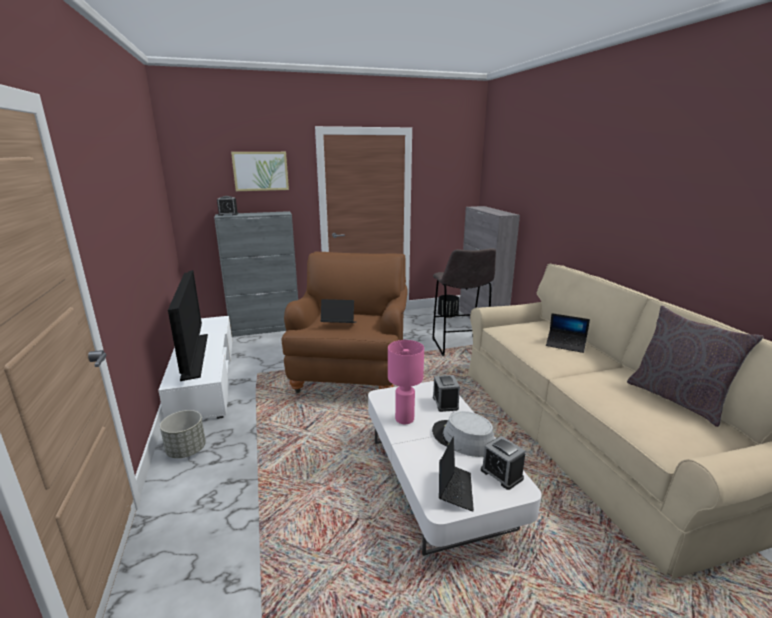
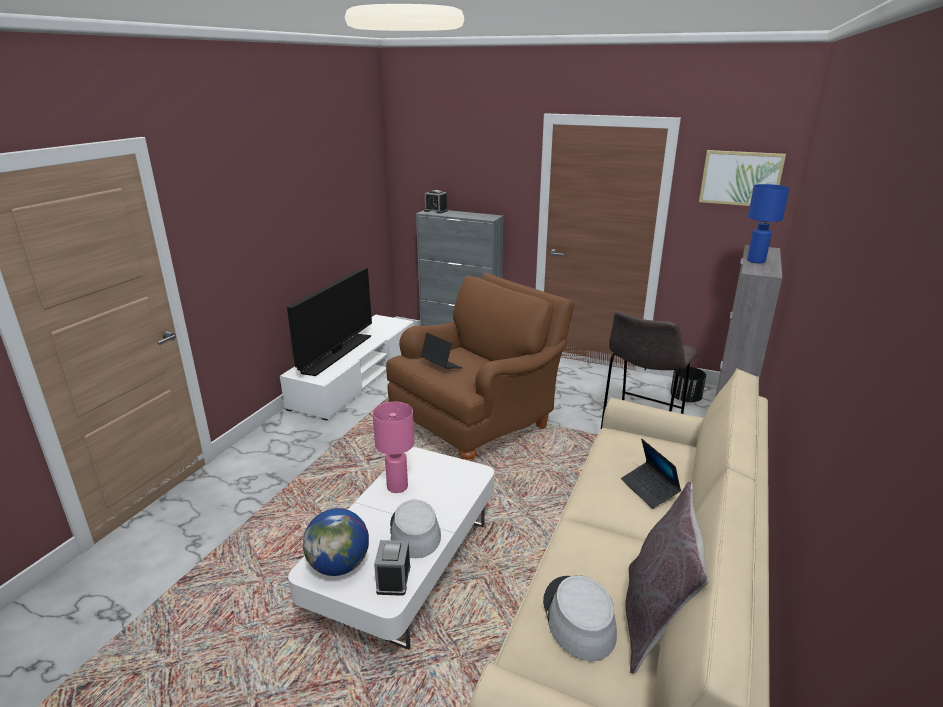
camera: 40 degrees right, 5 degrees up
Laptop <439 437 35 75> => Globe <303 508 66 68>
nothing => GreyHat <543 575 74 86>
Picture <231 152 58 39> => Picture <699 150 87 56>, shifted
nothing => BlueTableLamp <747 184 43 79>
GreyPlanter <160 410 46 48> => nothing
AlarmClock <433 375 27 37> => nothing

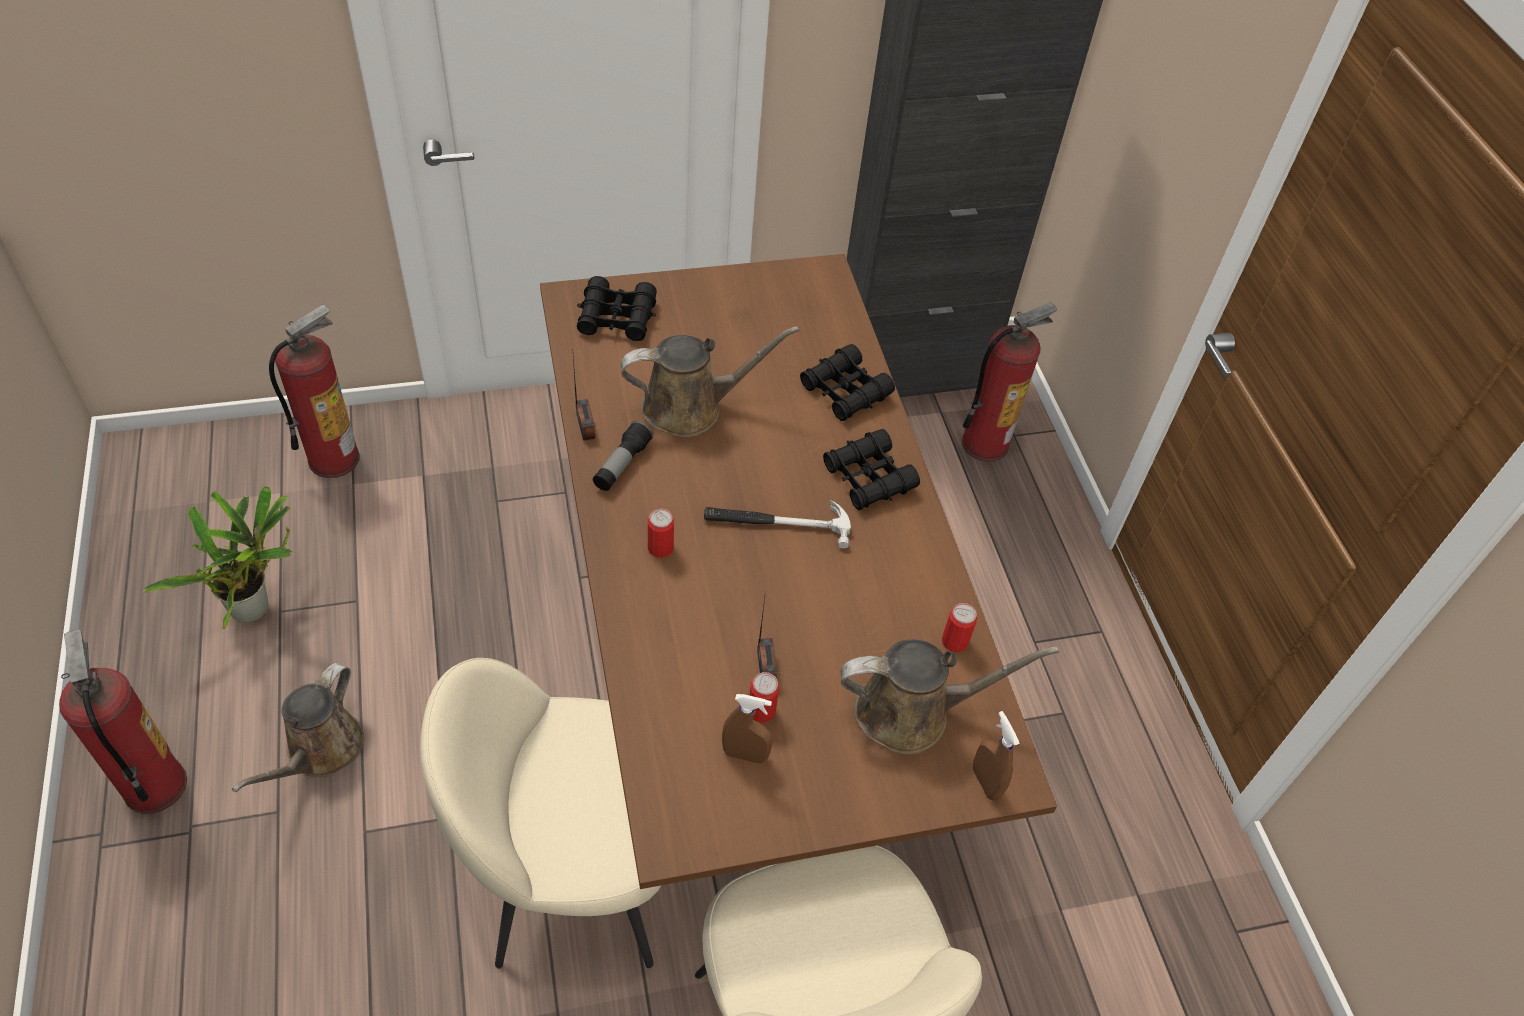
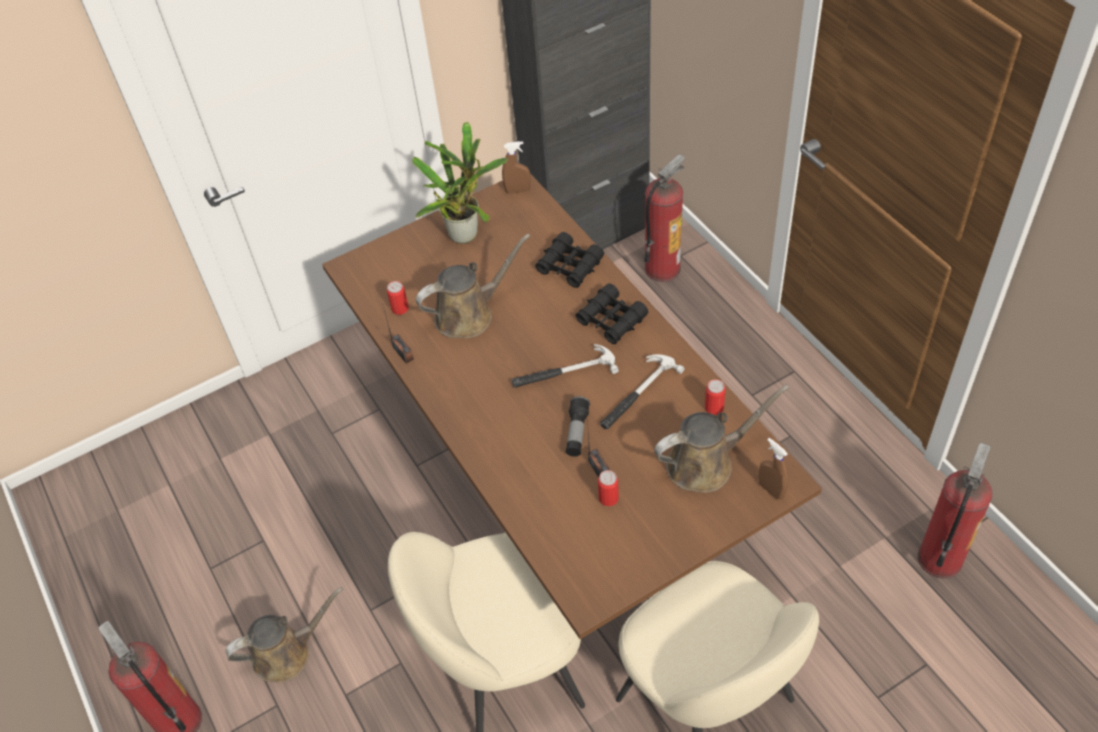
camera: 10 degrees left, 0 degrees up
BrownWateringCan <232 663 132 129> => BrownWateringCan <225 587 118 96>, 120 degrees counterclockwise
Can <648 509 26 49> => Can <387 281 22 34>, shifted
PottedPlant <143 486 149 143> => PottedPlant <412 122 96 122>, shifted
BrownSprayBottle <722 694 51 70> => BrownSprayBottle <502 141 29 53>, shifted
Flashlight <593 421 60 70> => Flashlight <566 396 24 61>, shifted
nothing => Hammer <600 354 85 75>
FireExtinguisher <269 305 91 173> => FireExtinguisher <918 443 75 136>, shifted
BlackBinoculars <577 276 80 65> => nothing

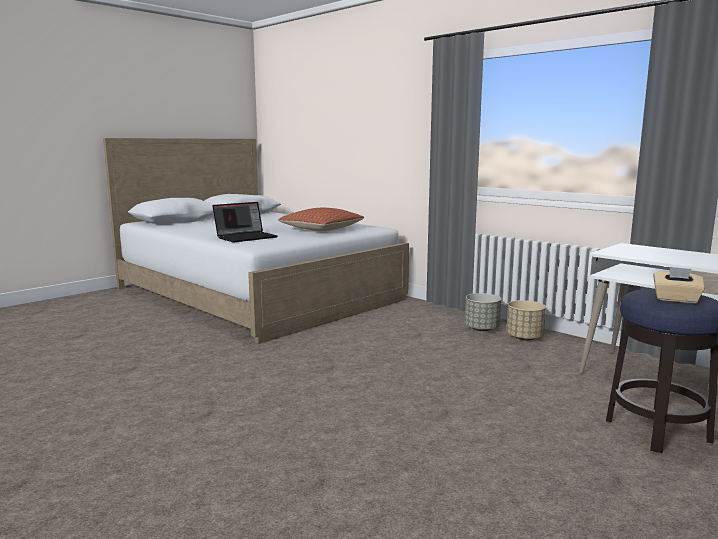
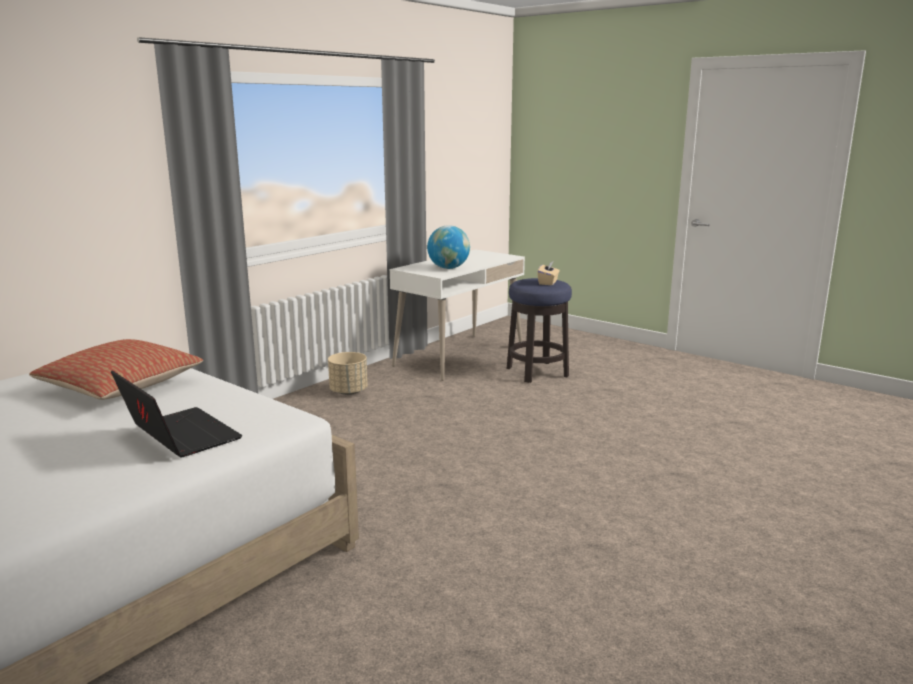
camera: 95 degrees left, 5 degrees up
nothing => Globe <427 225 43 44>
GreyPlanter <465 293 36 38> => nothing

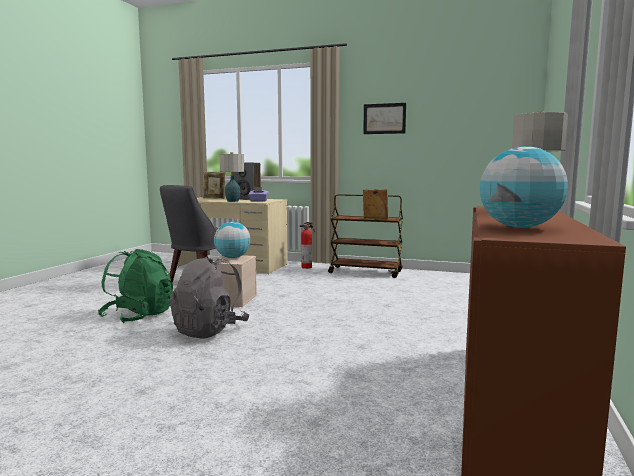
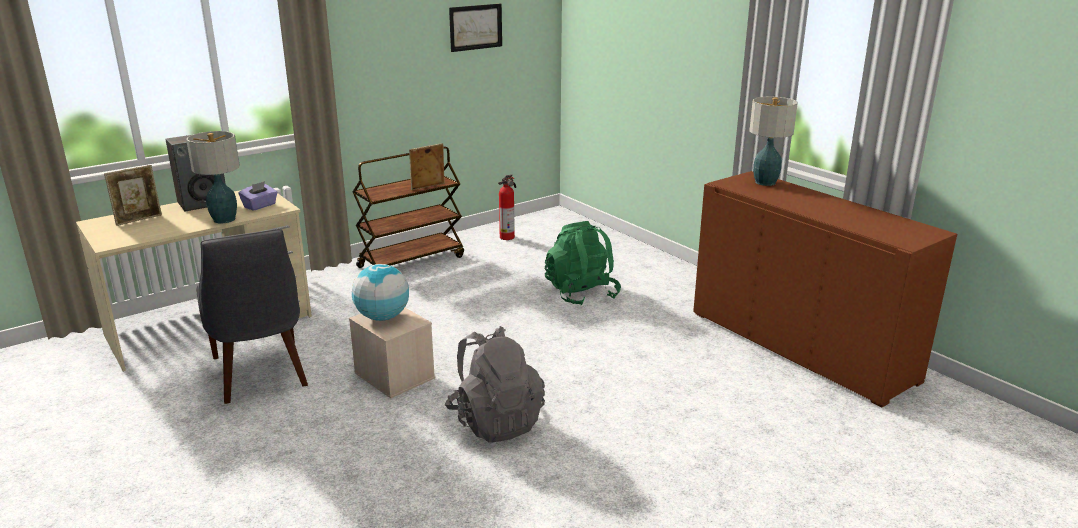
camera: 55 degrees left, 15 degrees up
Picture <363 103 43 31> => Picture <449 4 53 48>, shifted
FireExtinguisher <300 222 15 47> => FireExtinguisher <498 174 18 66>, shifted
GreenBackpack <98 249 75 74> => GreenBackpack <545 221 76 84>, shifted
Globe <480 146 88 82> => nothing

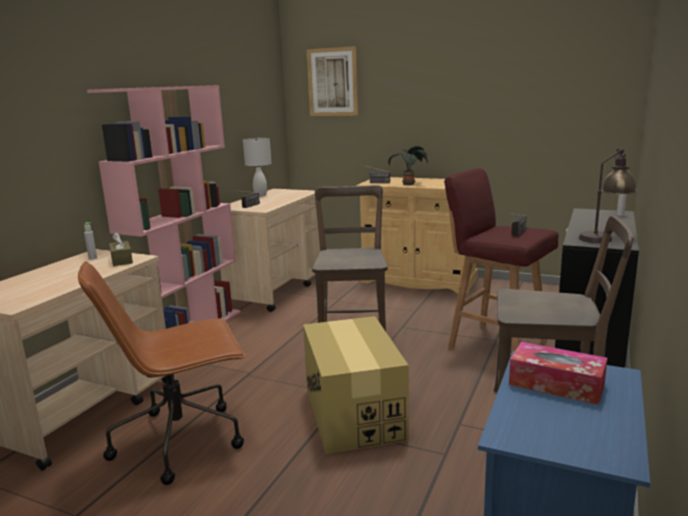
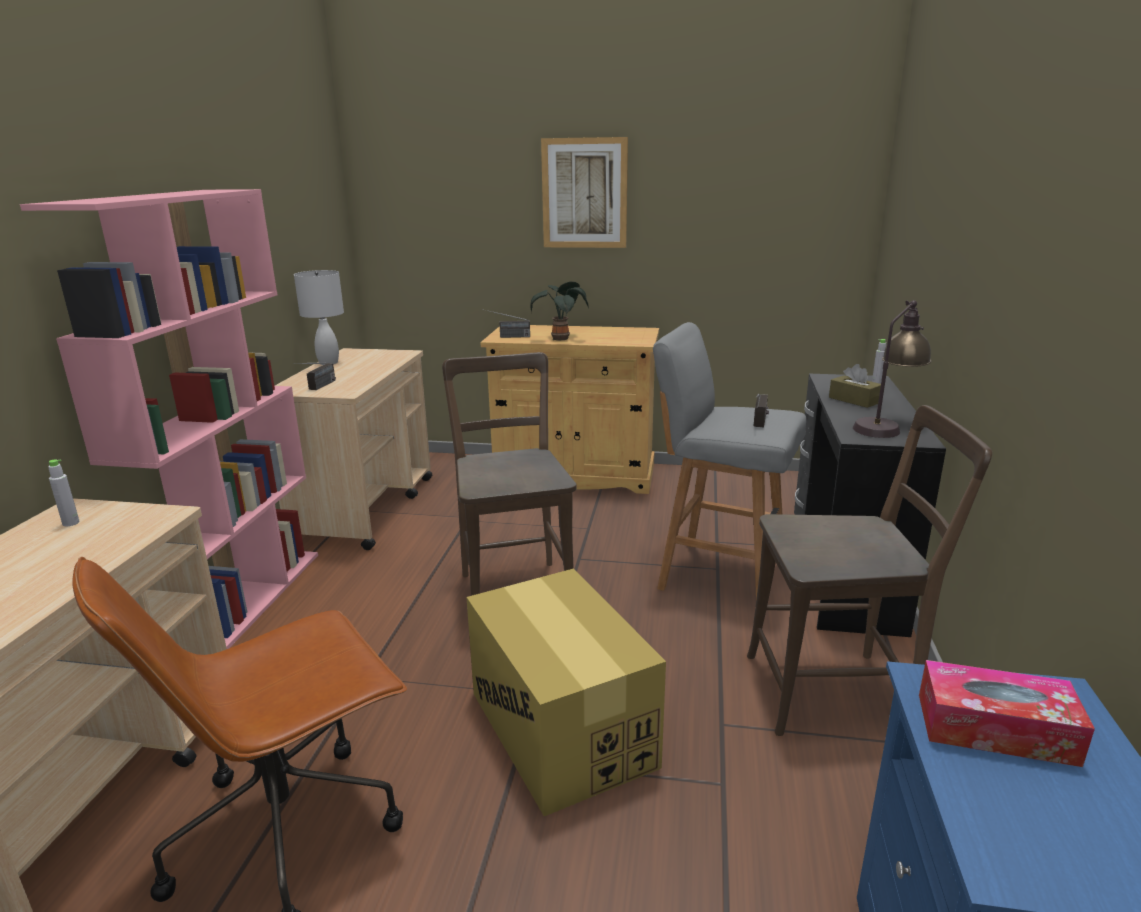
camera: 15 degrees left, 5 degrees up
Picture <307 46 51 70> => Picture <541 137 87 111>, shifted
RedStool <444 168 114 183> => GreyStool <653 322 153 276>
BrownTissueBox <109 232 24 34> => BrownTissueBox <829 364 52 44>, shifted

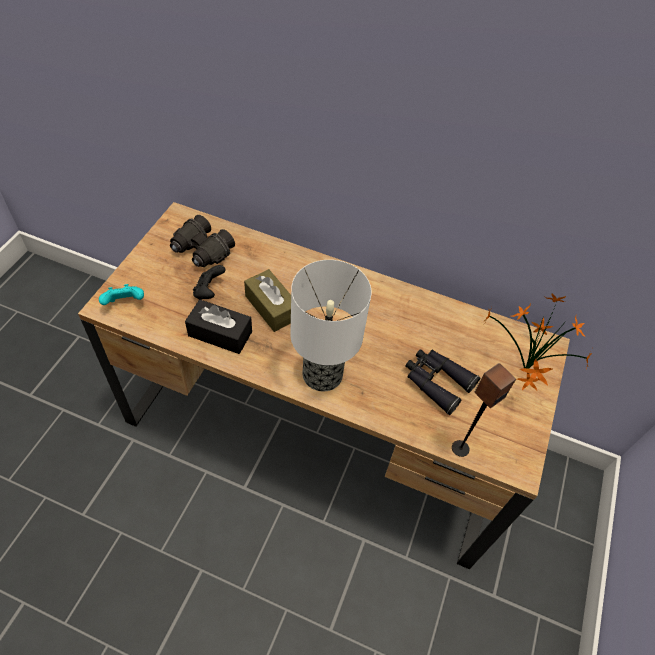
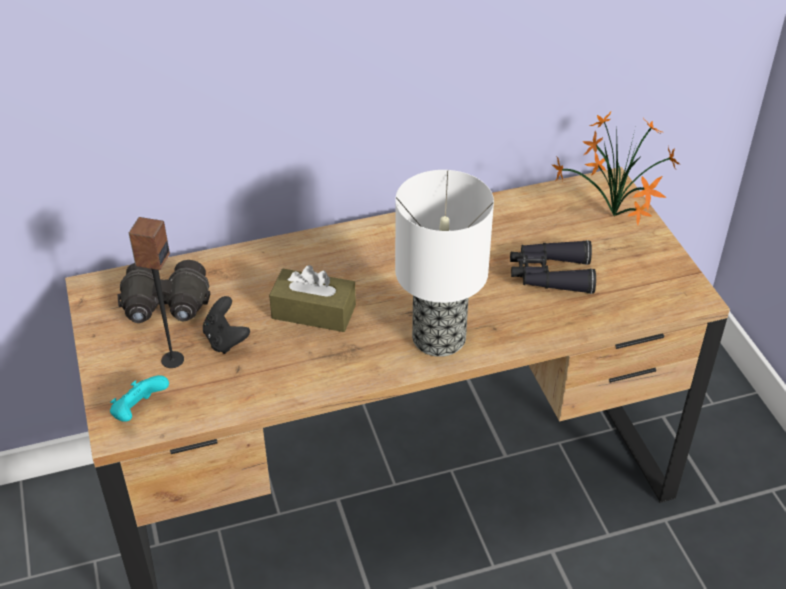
camera: 35 degrees left, 10 degrees down
Speaker <452 363 64 94> => Speaker <129 217 55 151>, shifted
BlackTissueBox <185 300 67 54> => nothing

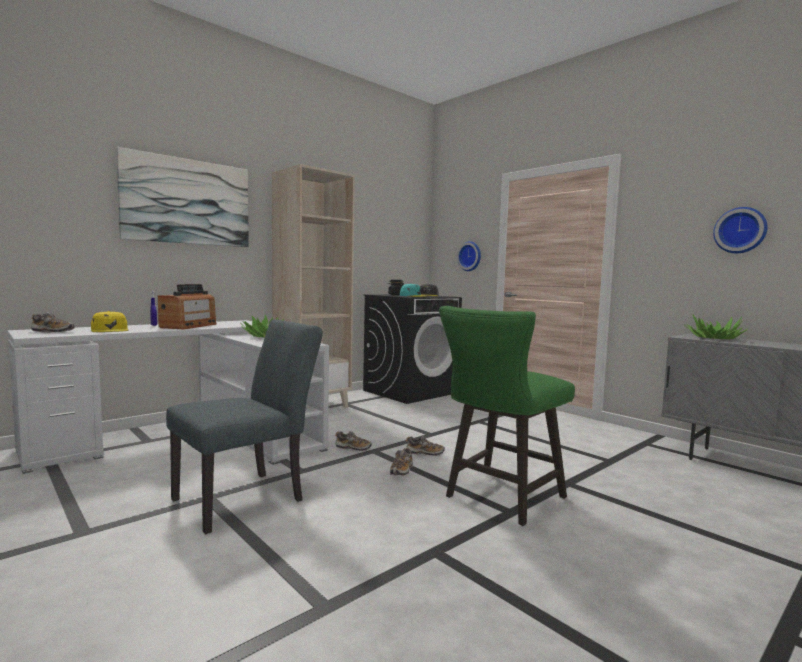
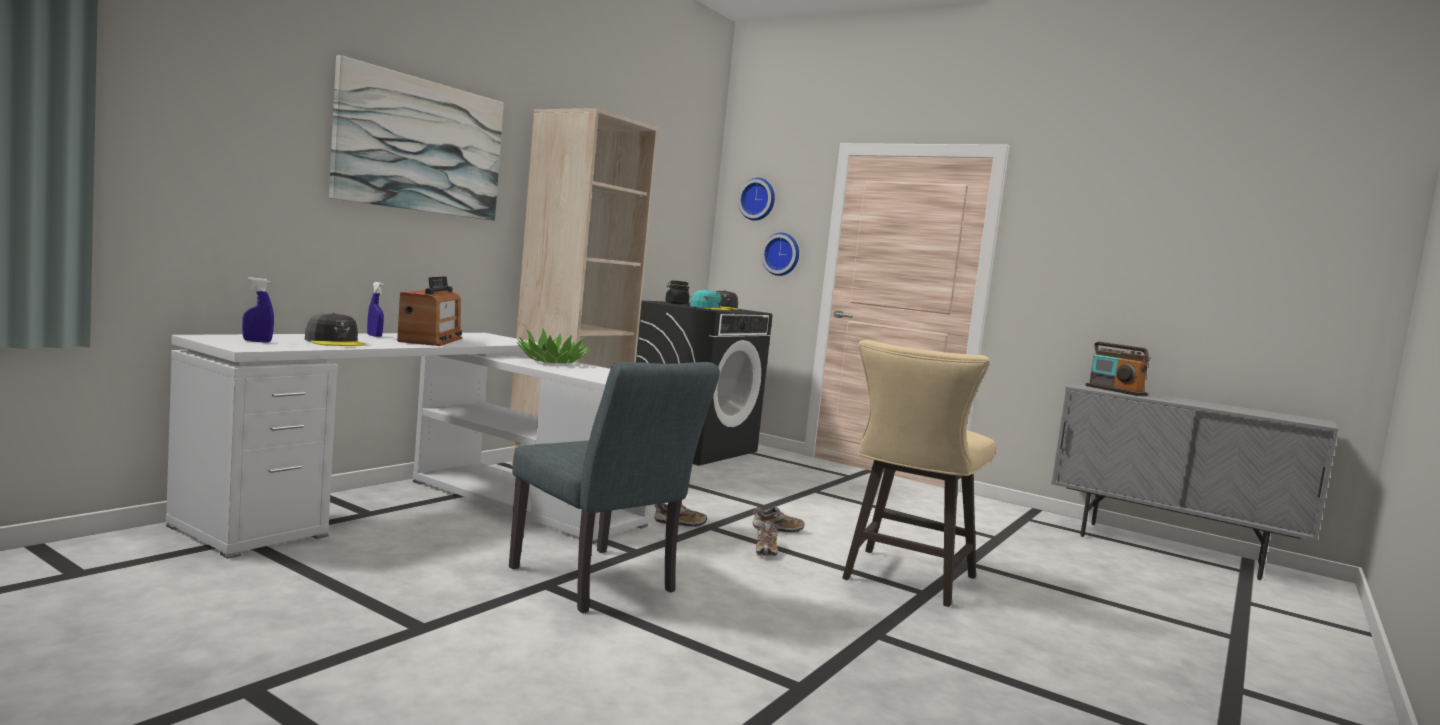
camera: 15 degrees left, 0 degrees up
Shoe <31 312 44 20> => BlueSprayBottle <242 277 32 66>
YellowCap <91 311 37 21> => GreyCap <305 313 60 33>
GreyChair <166 319 157 215> => GreyChair <509 362 211 251>, 105 degrees clockwise
WallClock <713 207 55 46> => WallClock <738 178 37 43>, shifted
GreenStool <439 306 136 220> => BeigeStool <842 340 154 267>
PottedPlant <685 315 63 24> => Radio <1085 342 65 54>

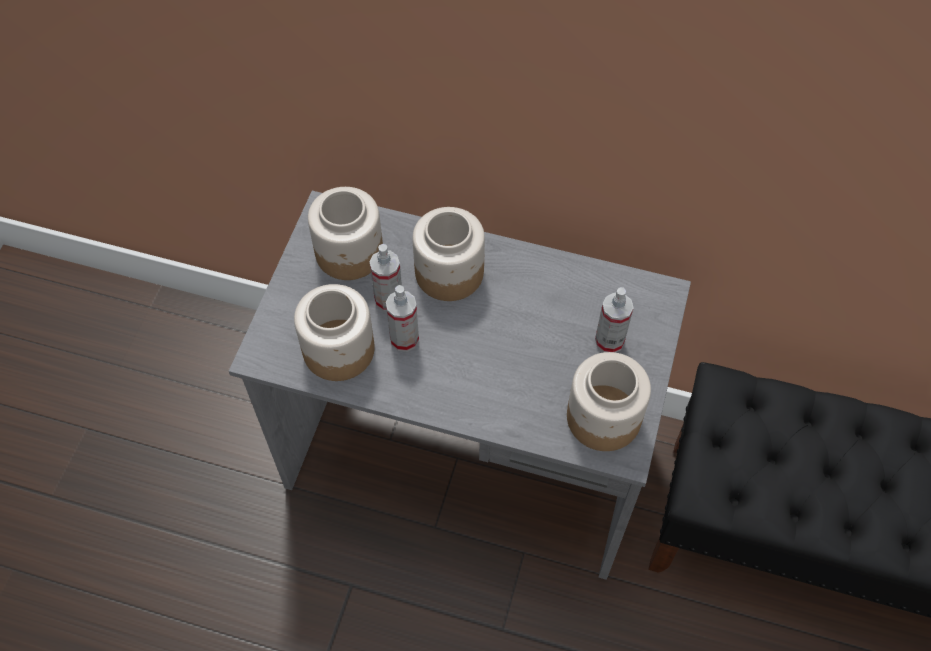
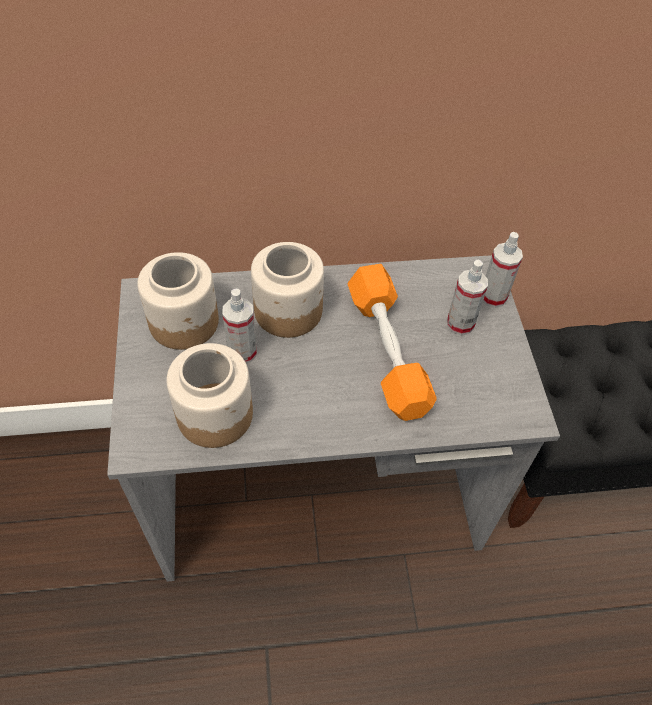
camera: 25 degrees left, 5 degrees down
nothing => OrangeDumbbell <347 264 90 157>
SprayBottle <386 285 33 67> => SprayBottle <483 232 40 76>, shifted
Jar <567 352 84 99> => nothing

